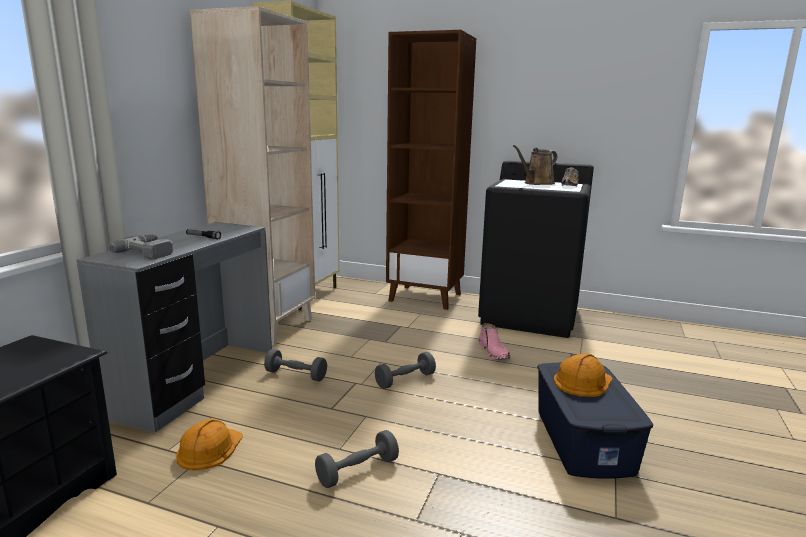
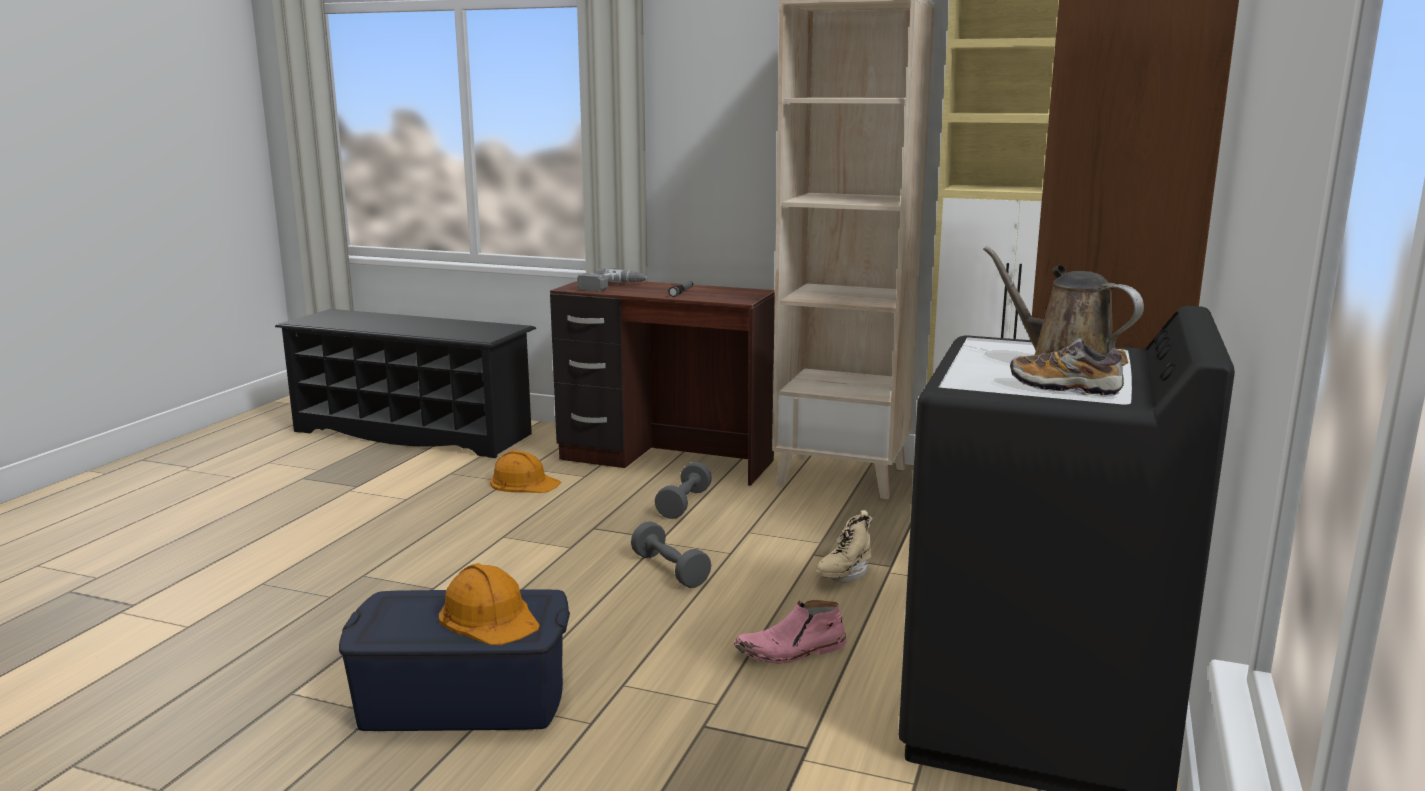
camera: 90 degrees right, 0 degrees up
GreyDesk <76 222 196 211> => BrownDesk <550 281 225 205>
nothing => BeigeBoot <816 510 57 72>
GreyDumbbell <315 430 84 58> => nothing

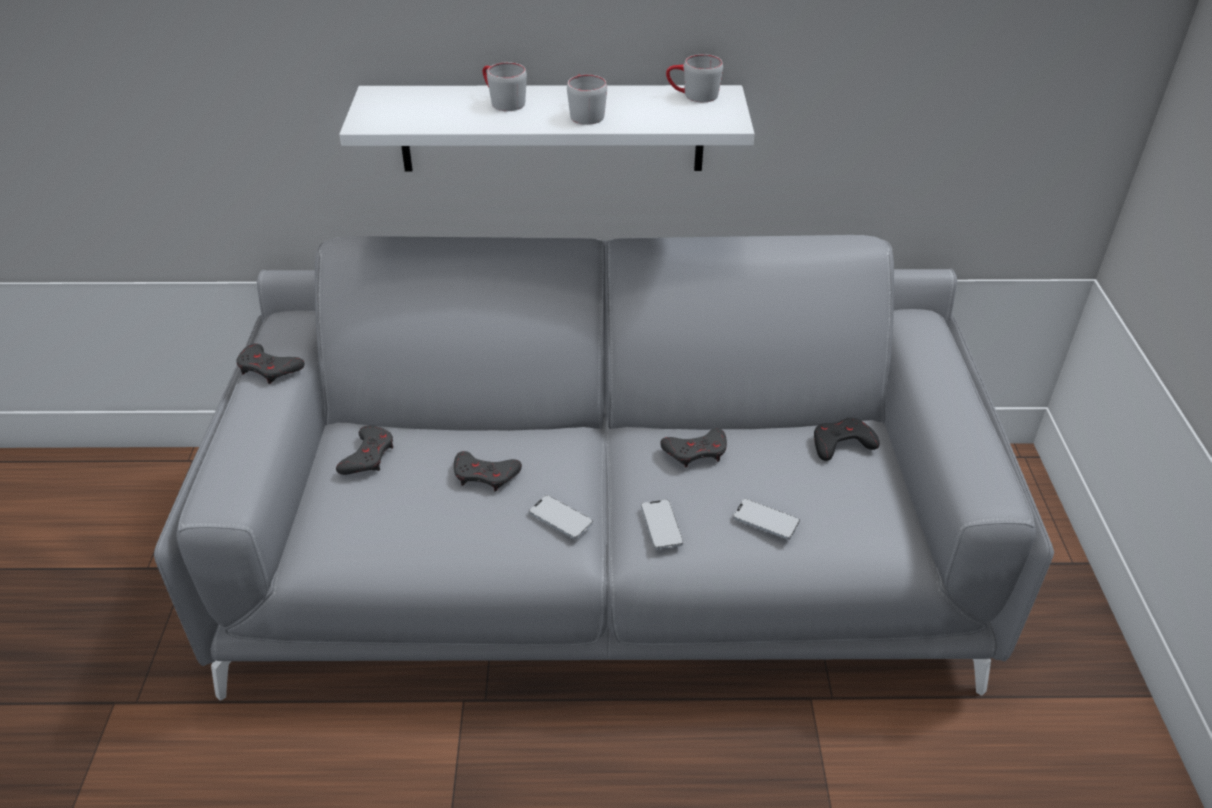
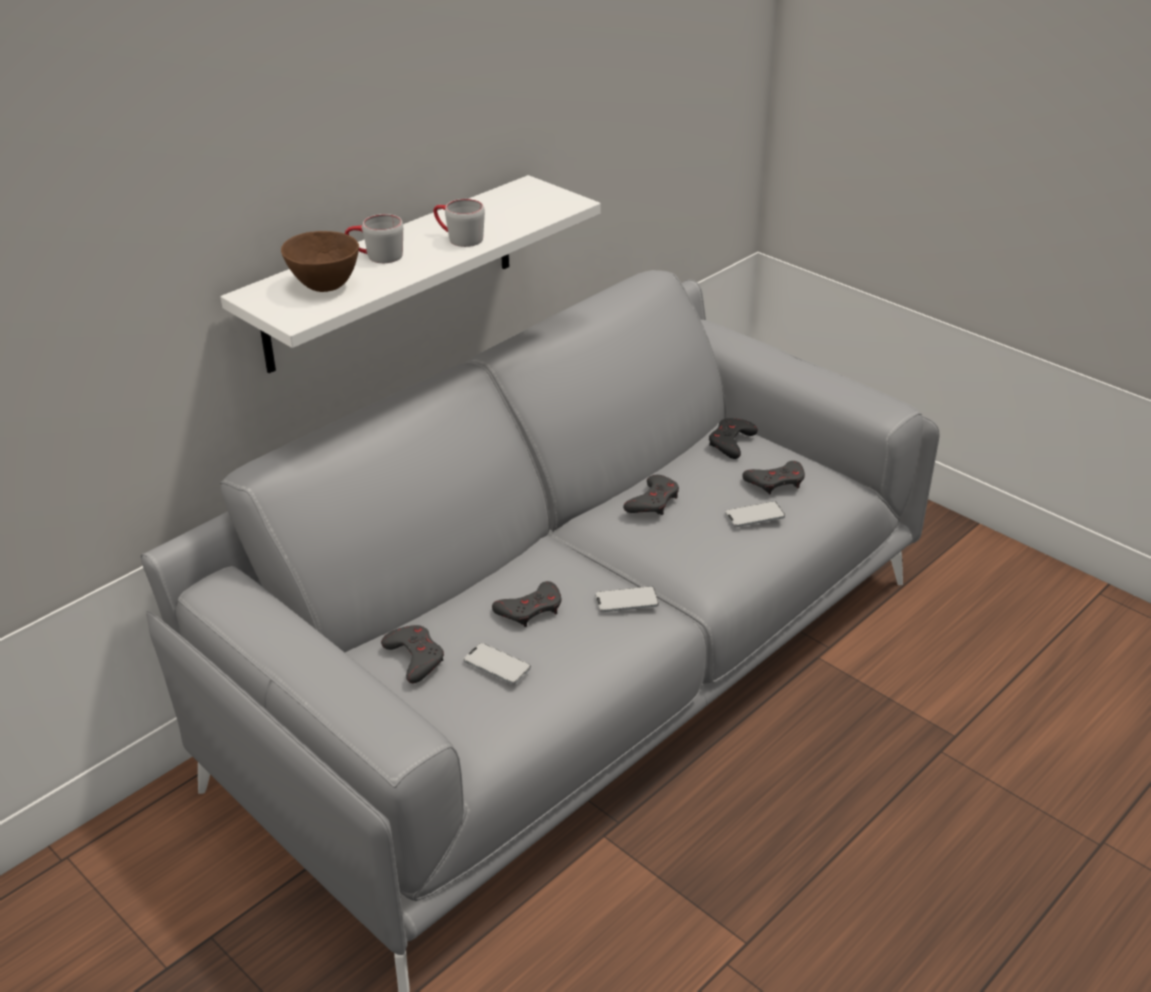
camera: 45 degrees left, 5 degrees down
nothing => BrownBowl <281 231 78 61>
Phone <641 499 43 51> => Phone <464 643 67 42>, shifted
GreyGameController <236 344 69 40> => GreyGameController <742 461 63 34>, shifted
GreyMug <666 54 57 48> => nothing

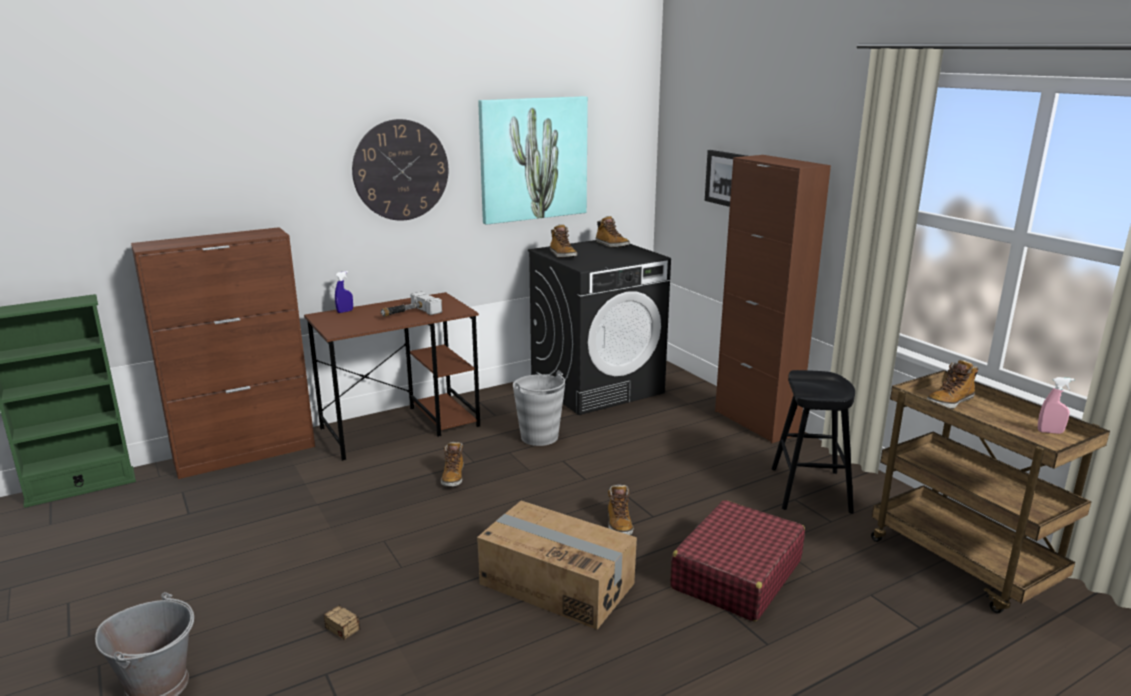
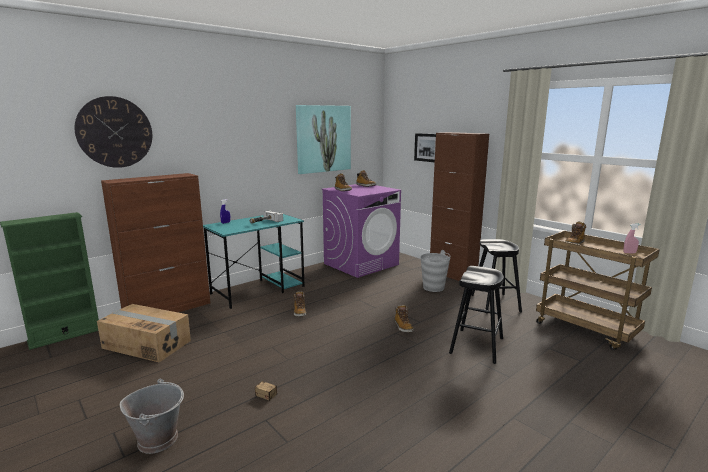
camera: 10 degrees left, 5 degrees down
WallClock <352 119 96 102> => WallClock <75 96 77 72>, shifted
CardboardBox <477 501 160 129> => CardboardBox <97 304 94 59>, shifted
BrownDesk <304 292 176 169> => TurquoiseDesk <203 214 102 95>
BlackWashingMachine <528 240 143 175> => PurpleWashingMachine <321 184 80 94>
GreyBucket <513 370 52 76> => GreyBucket <421 250 30 42>, shifted
RedSuitcase <670 500 135 122> => BlackStool <449 266 55 98>

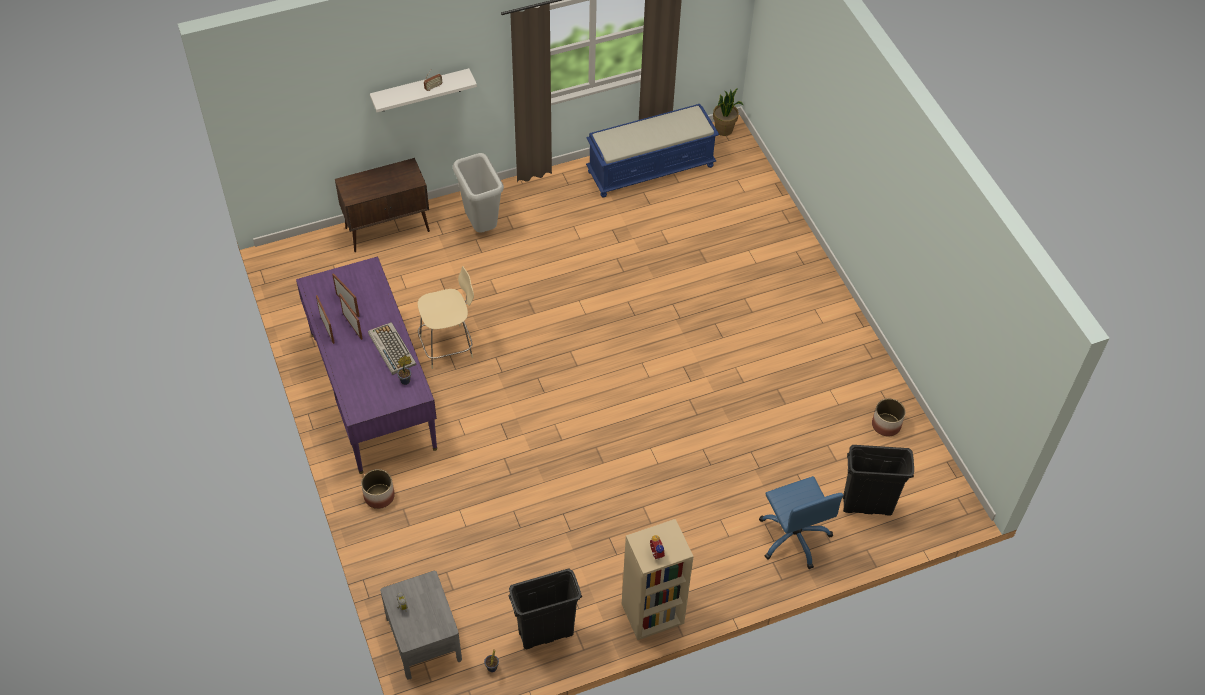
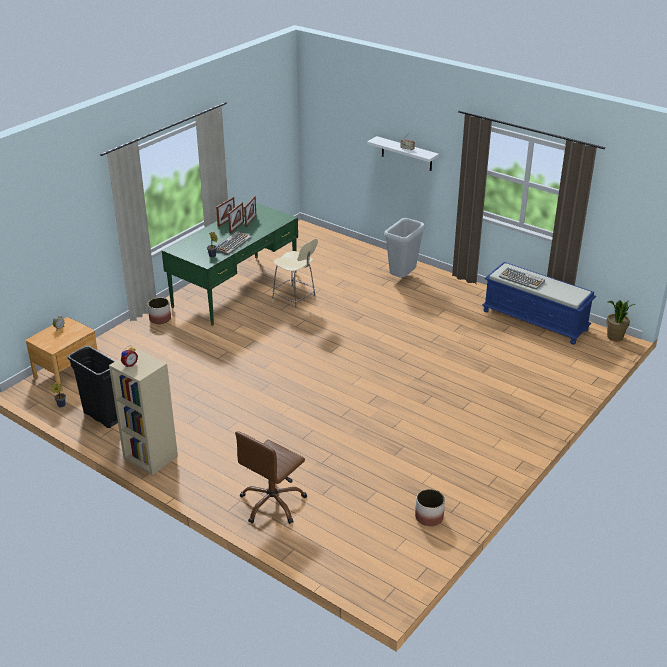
camera: 60 degrees right, 20 degrees down
GreyNightstand <380 571 82 109> => BrownNightstand <26 317 72 75>
PurpleDesk <296 257 141 217> => GreenDesk <162 203 136 123>
BlueOfficeChair <759 476 85 93> => BrownOfficeChair <235 431 72 93>
nothing => Keyboard <499 267 46 23>
BrownCabinet <335 158 95 94> => nothing
BlackTrashCan <843 445 71 71> => nothing

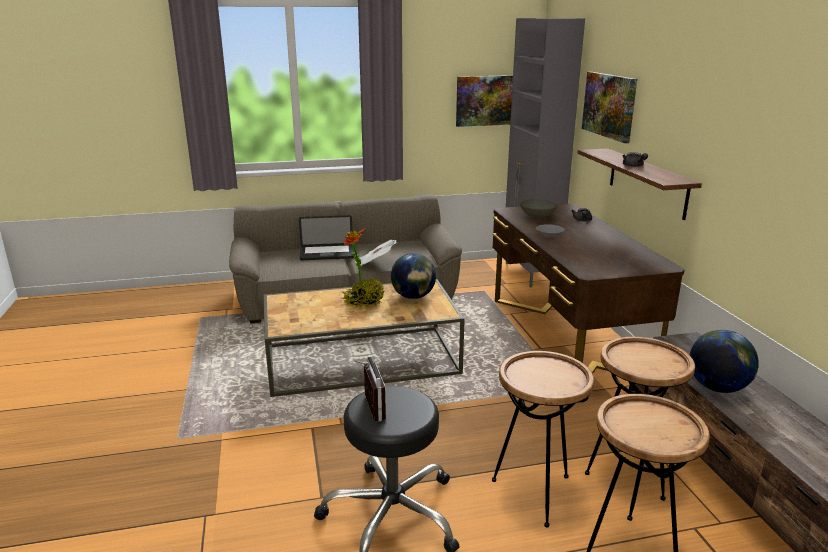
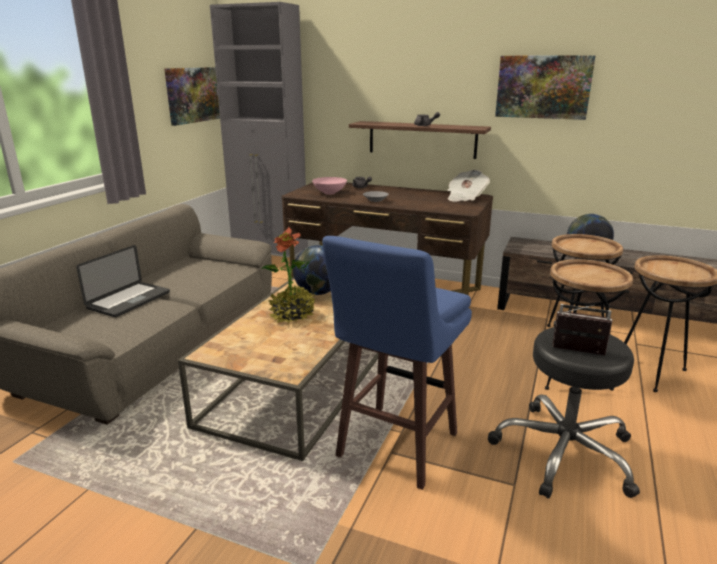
camera: 55 degrees left, 0 degrees up
GreyBowl <520 199 37 20> => PinkBowl <312 177 35 18>
nothing => BlueStool <322 236 150 254>
Newspaper <356 240 40 25> => Newspaper <447 170 43 32>, shifted
Picture <582 72 55 71> => Picture <495 55 101 65>, shifted

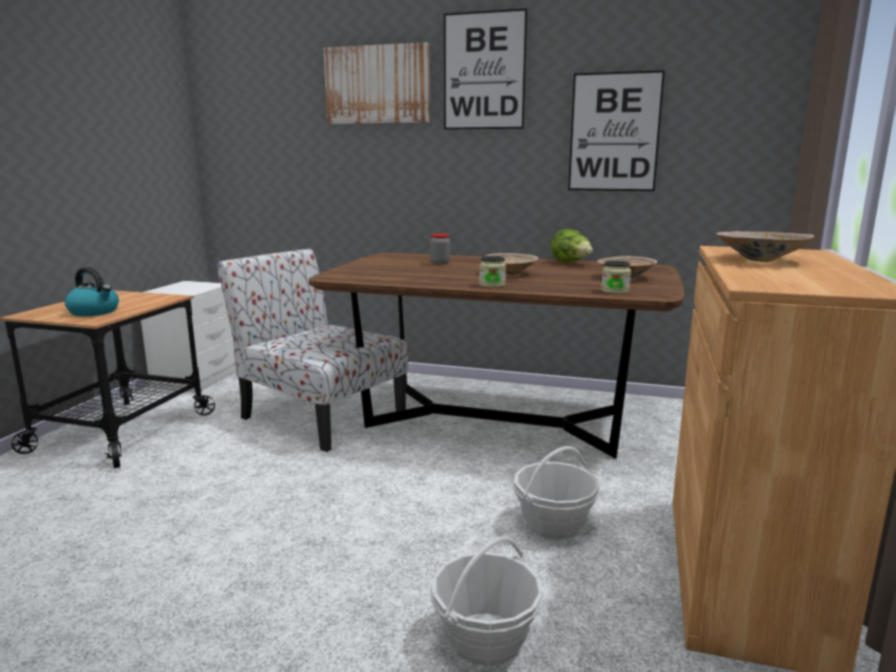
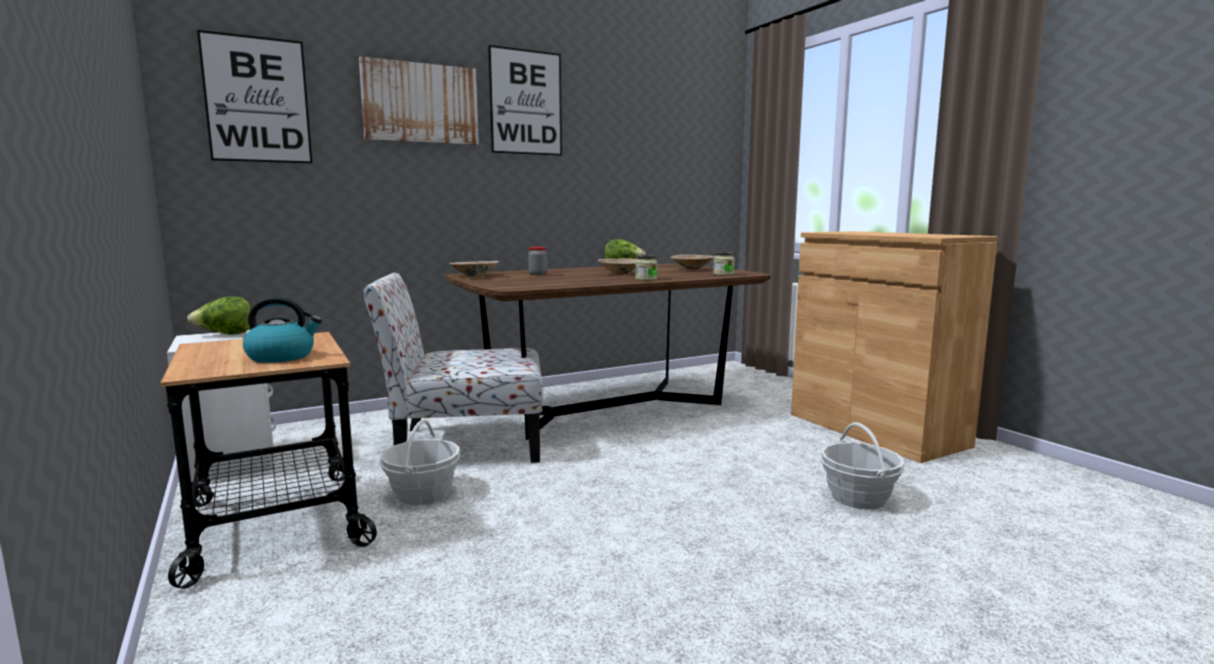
camera: 45 degrees left, 5 degrees down
nothing => Lettuce <187 296 65 39>
Picture <568 70 97 121> => Picture <197 30 115 134>, shifted
Basket <513 446 86 94> => Basket <380 419 80 86>, shifted
BeigeBowl <716 231 98 31> => BeigeBowl <449 261 50 16>, shifted

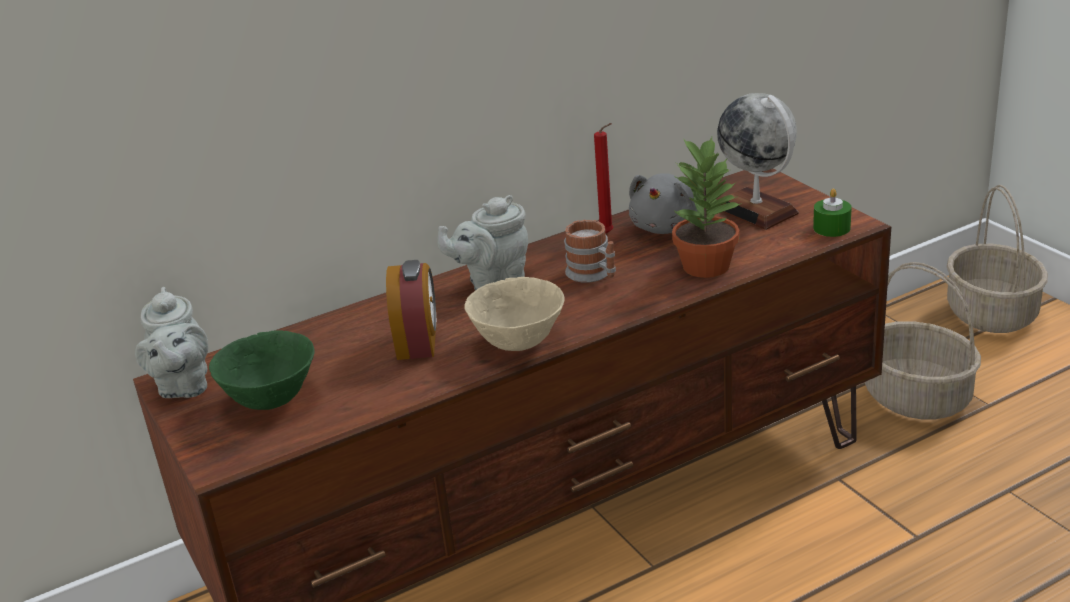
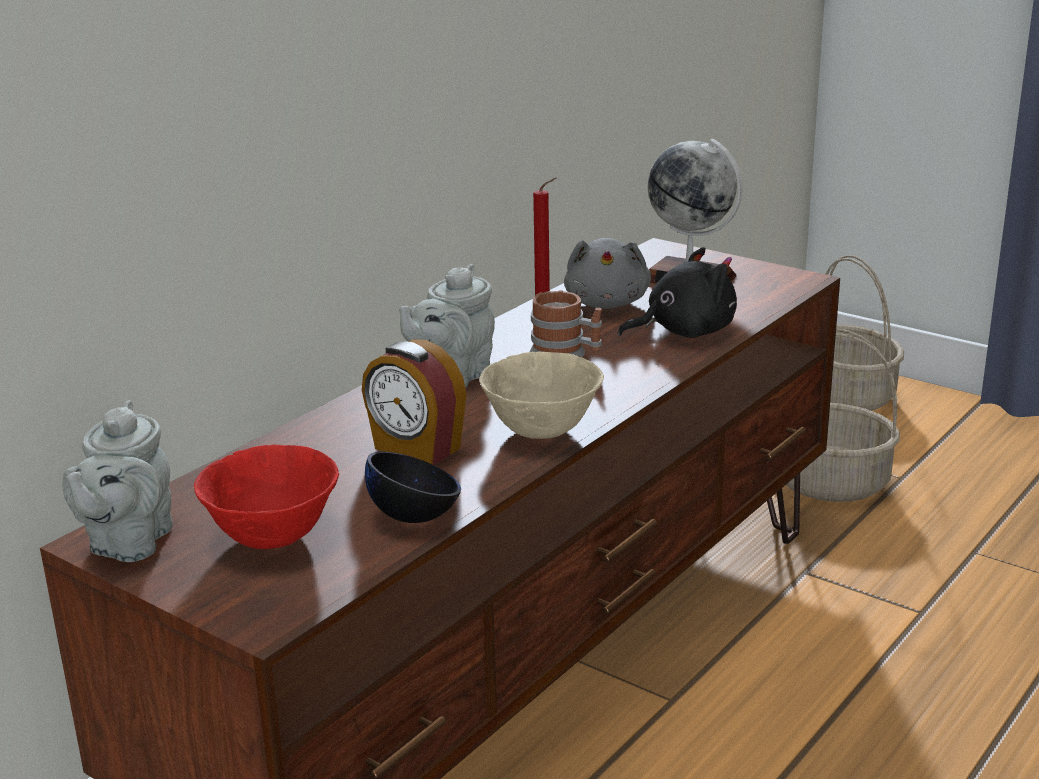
camera: 25 degrees left, 5 degrees down
GreyTeapot <135 287 73 111> => GreyTeapot <62 400 111 162>, 45 degrees clockwise
GreenBowl <209 330 106 80> => RedBowl <194 445 145 104>
AlarmClock <386 260 51 100> => AlarmClock <362 339 105 126>, 150 degrees clockwise
nothing => BlackBowl <365 452 96 71>
PottedPlant <672 137 70 141> => BlackPlushToy <618 247 119 91>
GreenCandle <813 189 39 48> => nothing

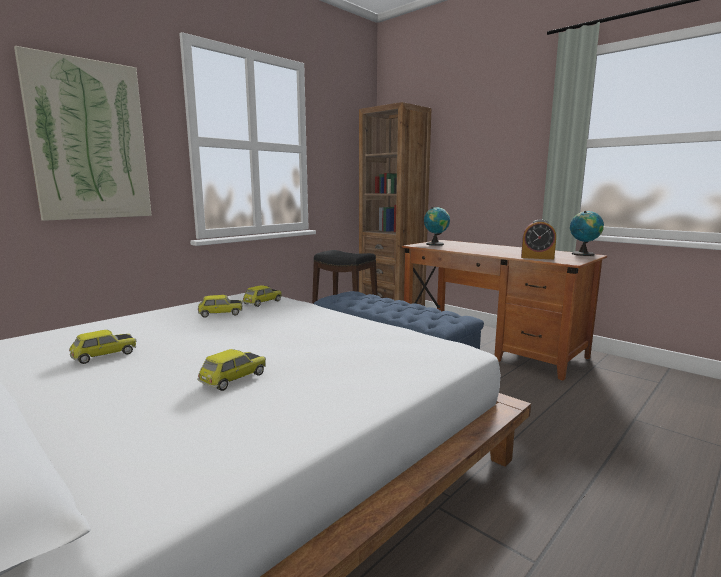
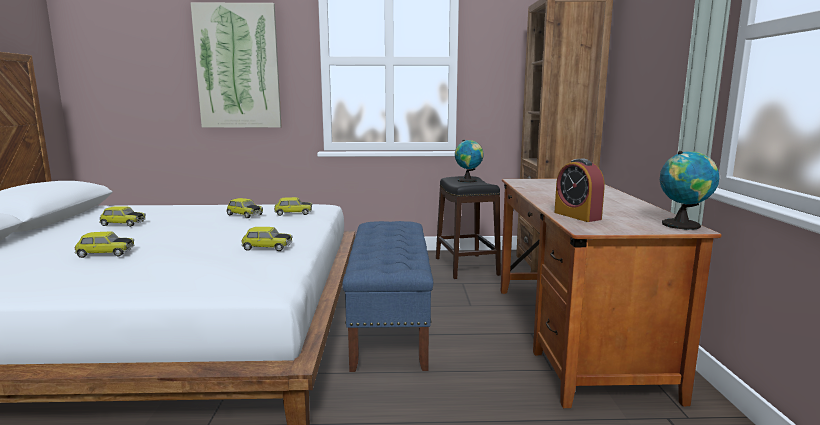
camera: 45 degrees right, 0 degrees up
nothing => ToyCar <241 227 52 24>
Globe <424 207 26 39> => Globe <455 140 29 43>, shifted

